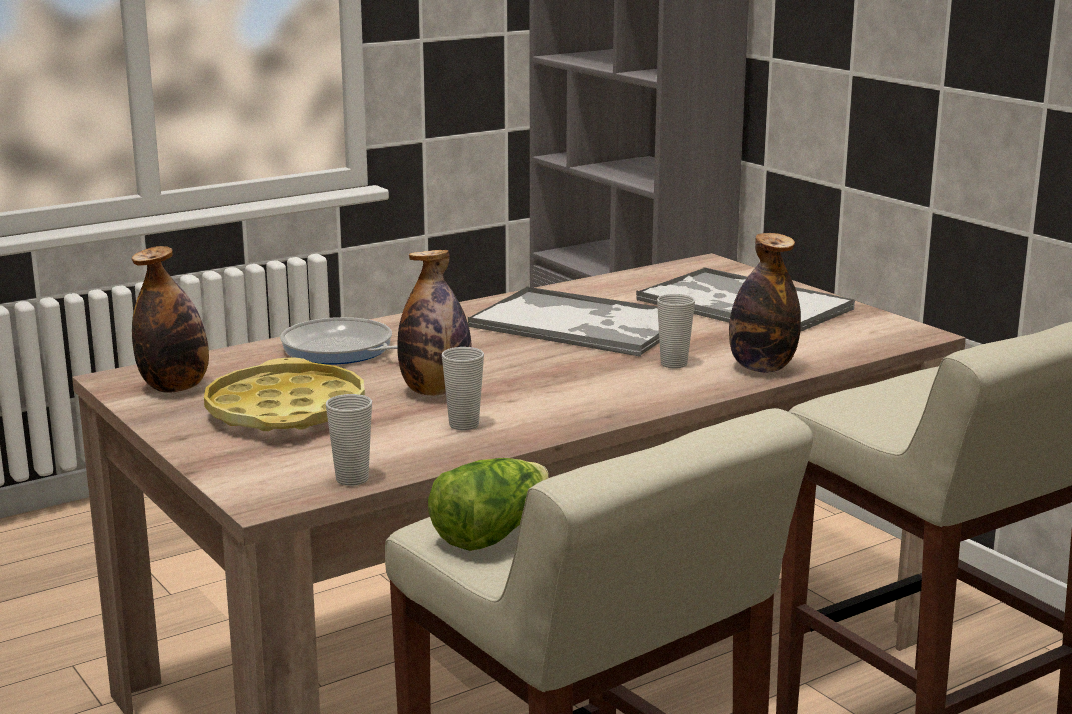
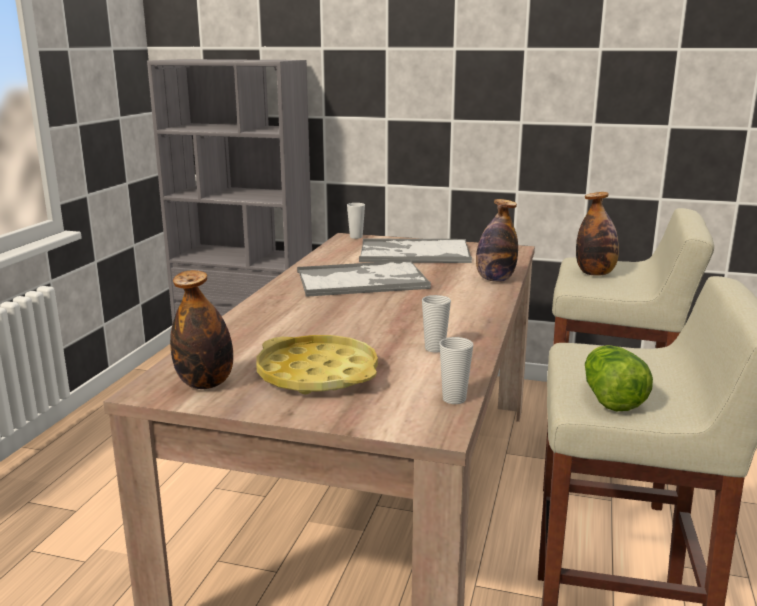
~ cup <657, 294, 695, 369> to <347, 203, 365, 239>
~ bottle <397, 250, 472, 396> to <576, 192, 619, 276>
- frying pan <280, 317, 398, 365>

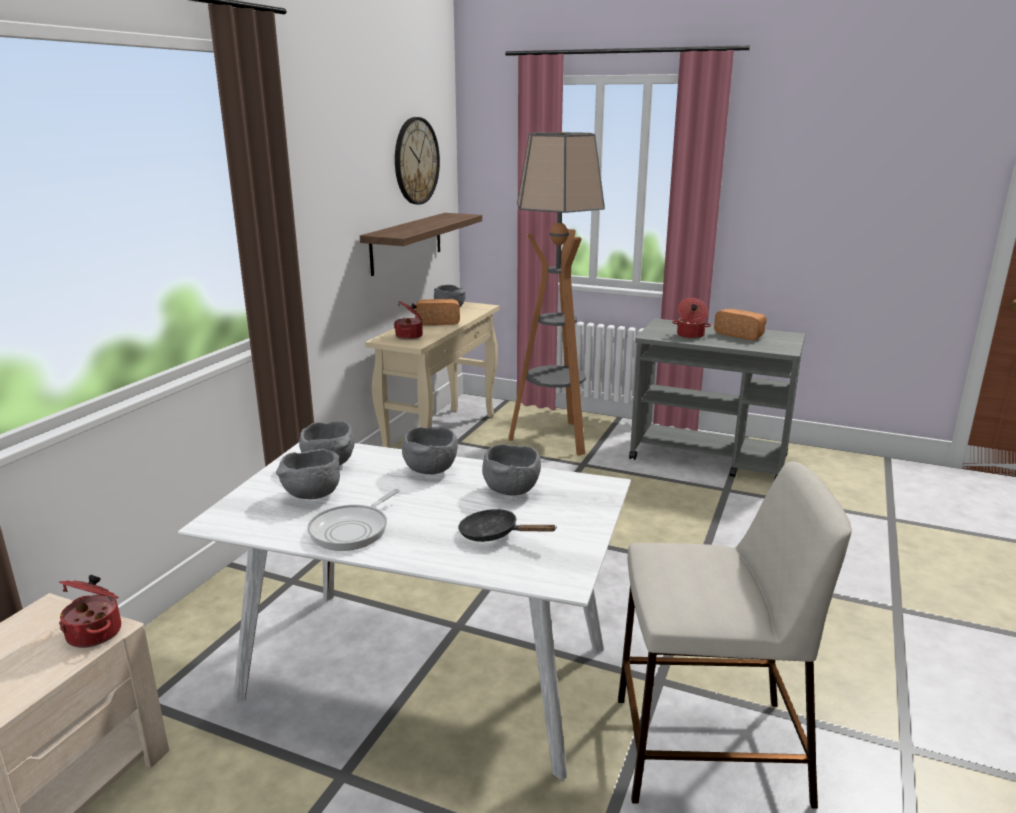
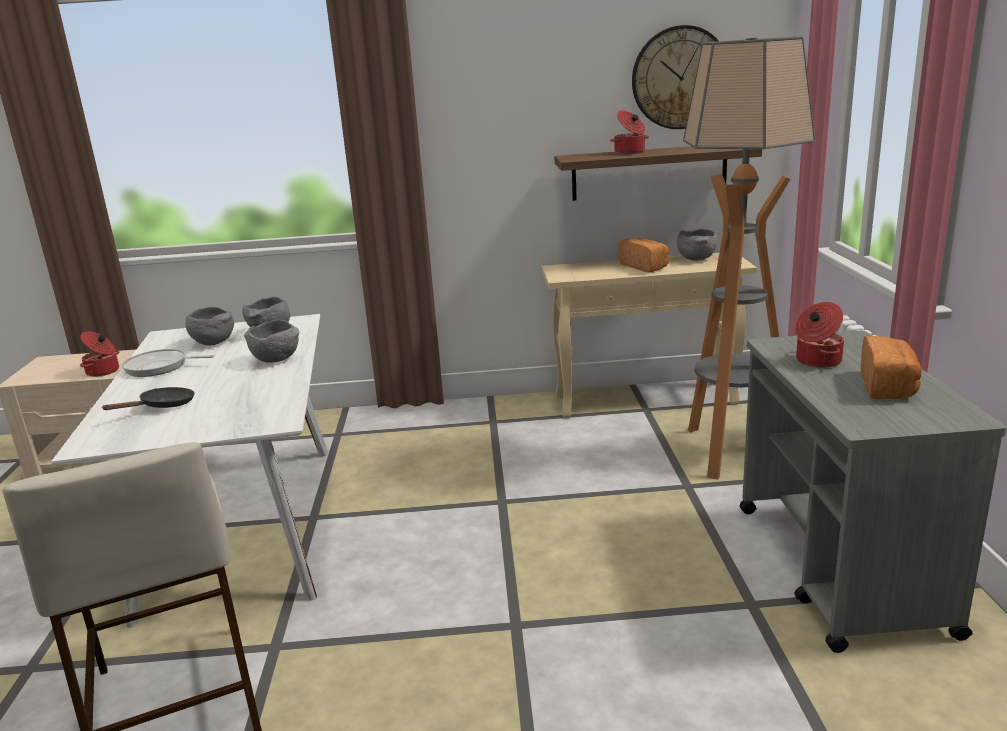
~ black frying pan <458, 509, 557, 542> = <101, 387, 195, 410> 45 degrees clockwise
~ cooking pot <394, 301, 423, 339> to <610, 110, 649, 154>
- grey bowl <482, 444, 541, 496>

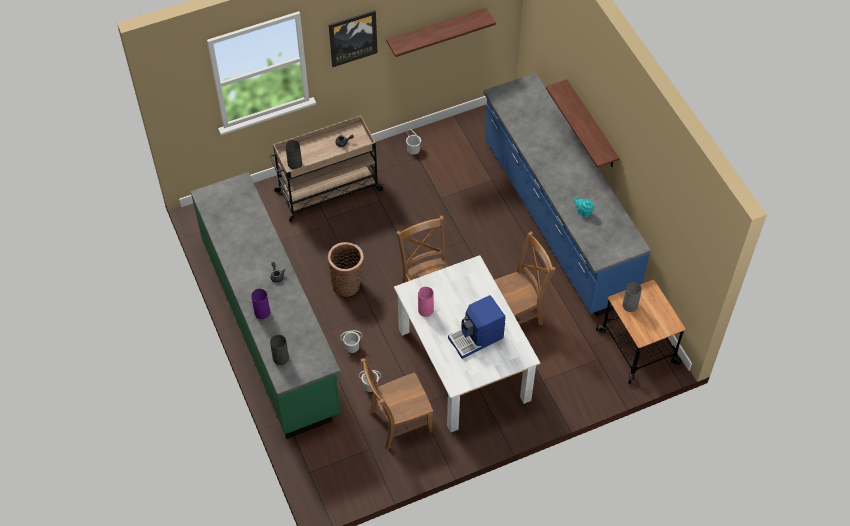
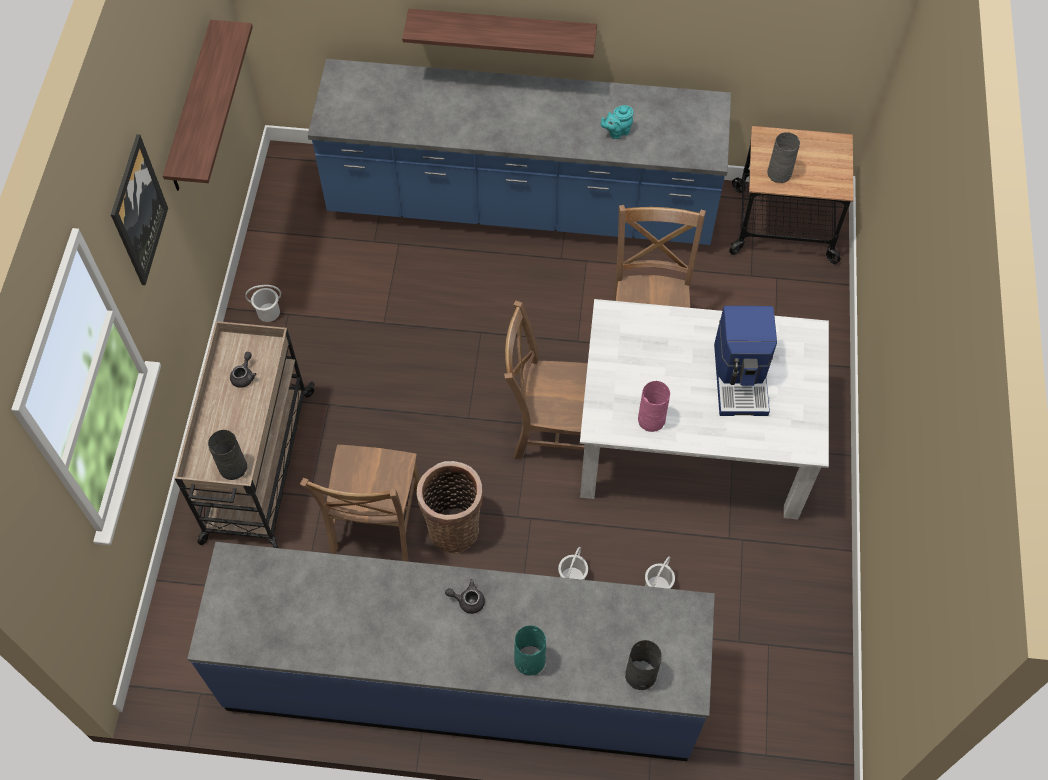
~ green counter <191, 172, 341, 439> to blue counter <187, 542, 715, 761>
~ brown chair <361, 358, 433, 450> to <300, 445, 419, 562>
~ purple vase <251, 289, 270, 319> to turquoise vase <514, 625, 546, 676>

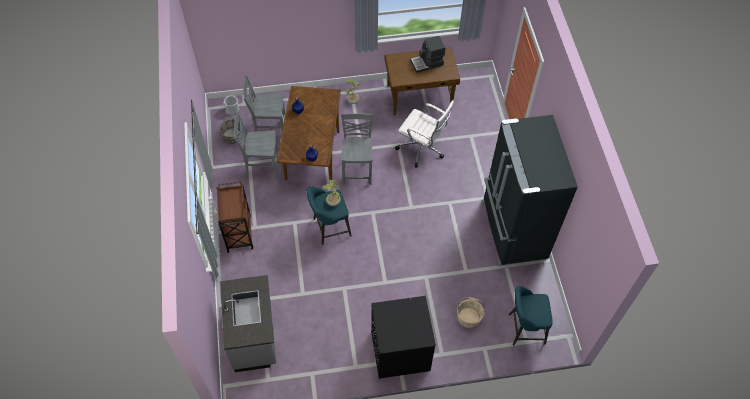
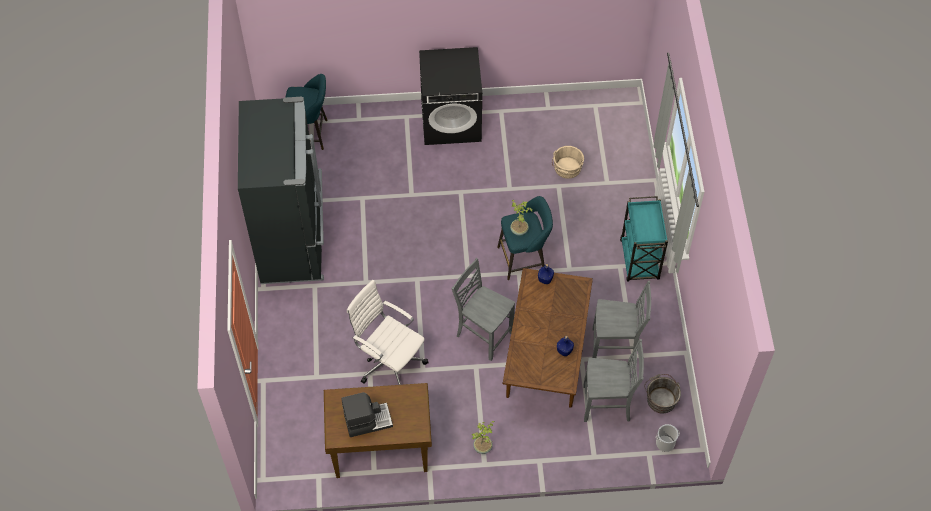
~ grey chair <341, 113, 373, 185> = <452, 258, 515, 361> 120 degrees clockwise
~ beige bucket <457, 297, 485, 328> to <552, 146, 584, 179>
~ brown cart <216, 182, 253, 253> to turquoise cart <620, 196, 668, 282>
- grey counter <220, 275, 276, 372>

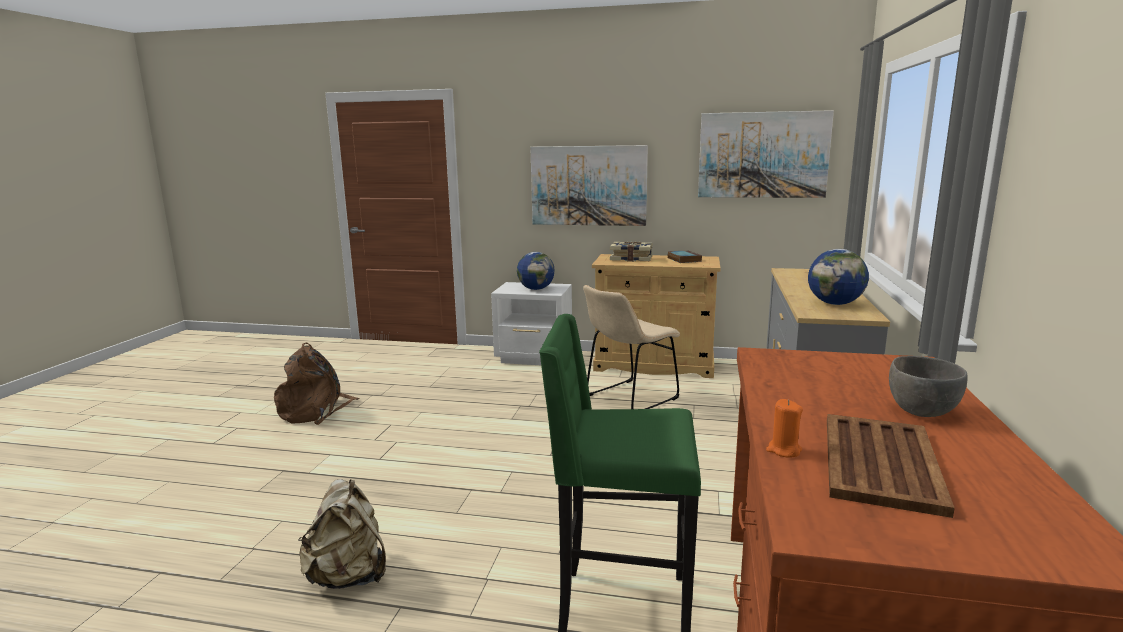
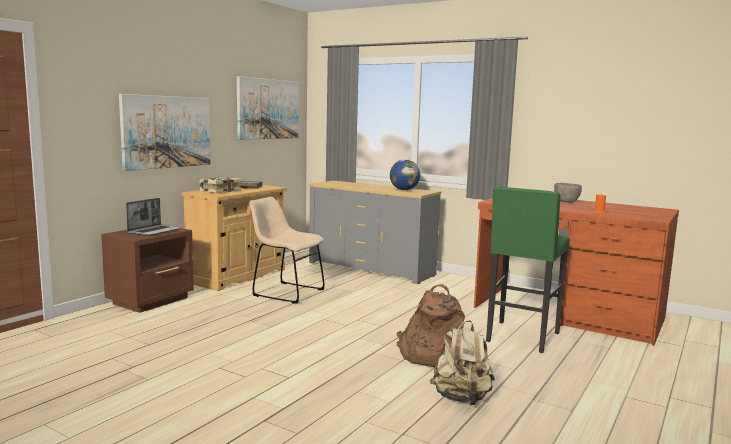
~ white nightstand <491, 282, 572, 365> to brown nightstand <101, 224, 194, 313>
~ globe <517, 252, 555, 290> to laptop <126, 198, 181, 236>
~ beige chair <583, 285, 680, 409> = <249, 197, 324, 304> 135 degrees clockwise
~ brown backpack <274, 342, 360, 425> to <396, 284, 465, 367>
- brown tray <827, 414, 955, 518>

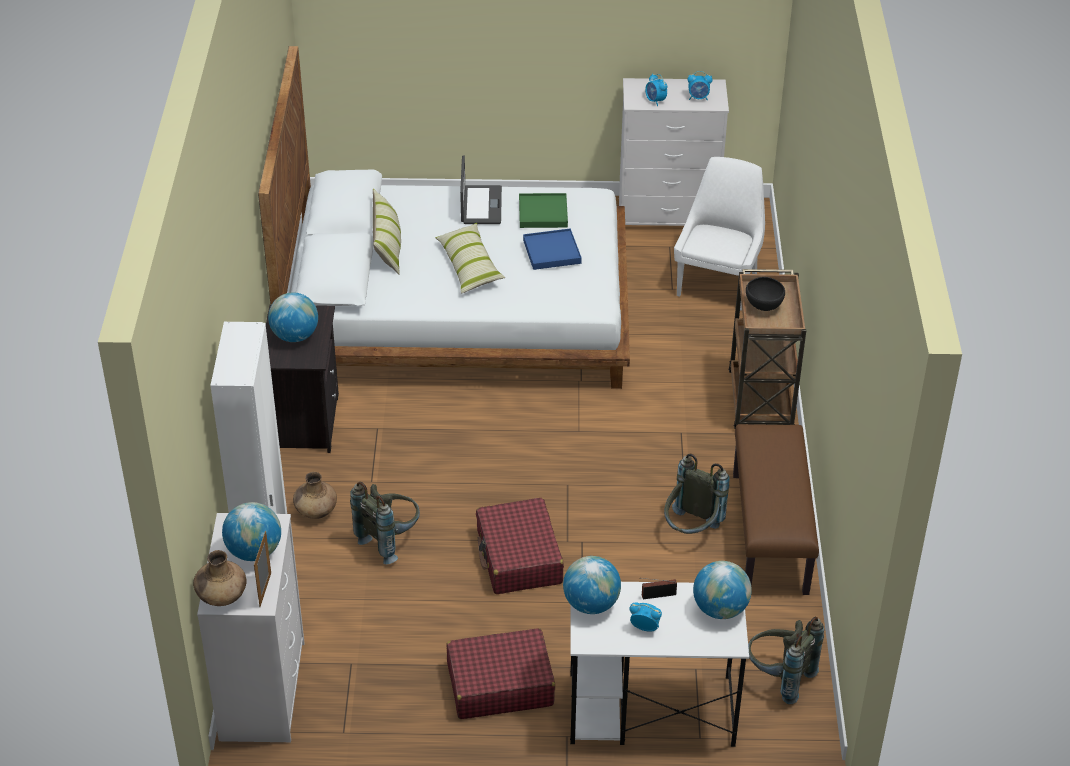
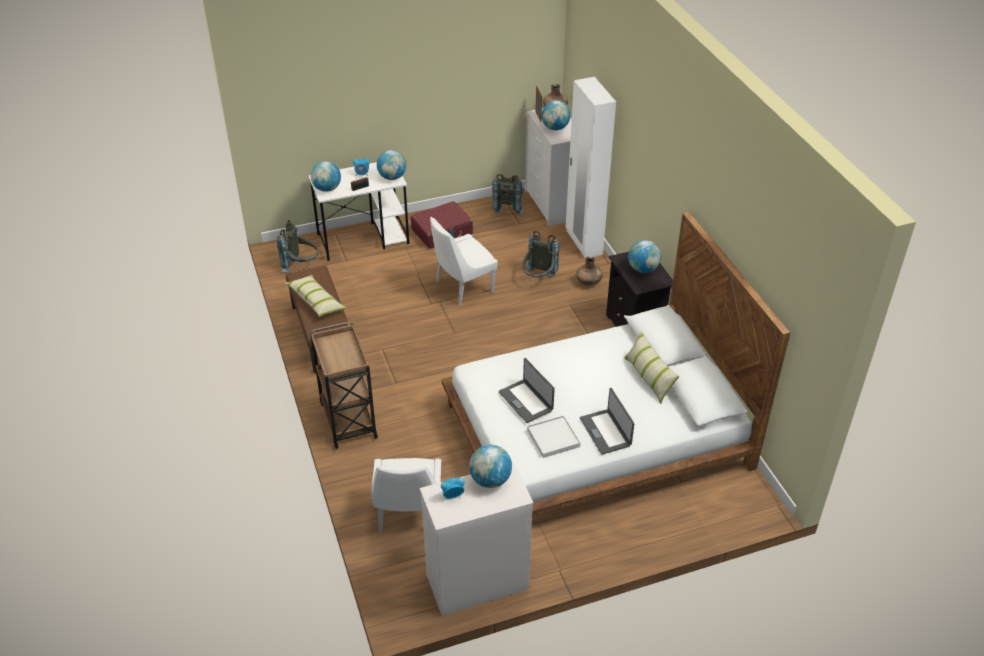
~ pillow <436, 223, 505, 293> to <284, 275, 346, 317>
~ red suitcase <476, 498, 564, 594> to white chair <430, 217, 497, 306>
~ alarm clock <645, 74, 668, 106> to globe <469, 445, 512, 488>
~ grey backpack <664, 454, 730, 534> to <492, 174, 523, 216>
~ blue tray <523, 228, 582, 270> to laptop <499, 358, 555, 423>
~ green tray <519, 193, 568, 228> to white tray <527, 415, 580, 458>
- black bowl <746, 277, 785, 311>

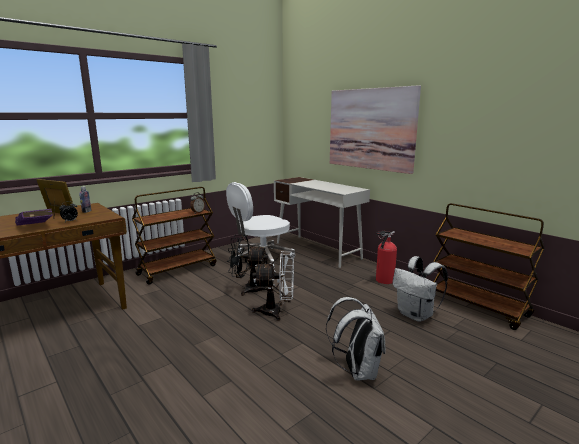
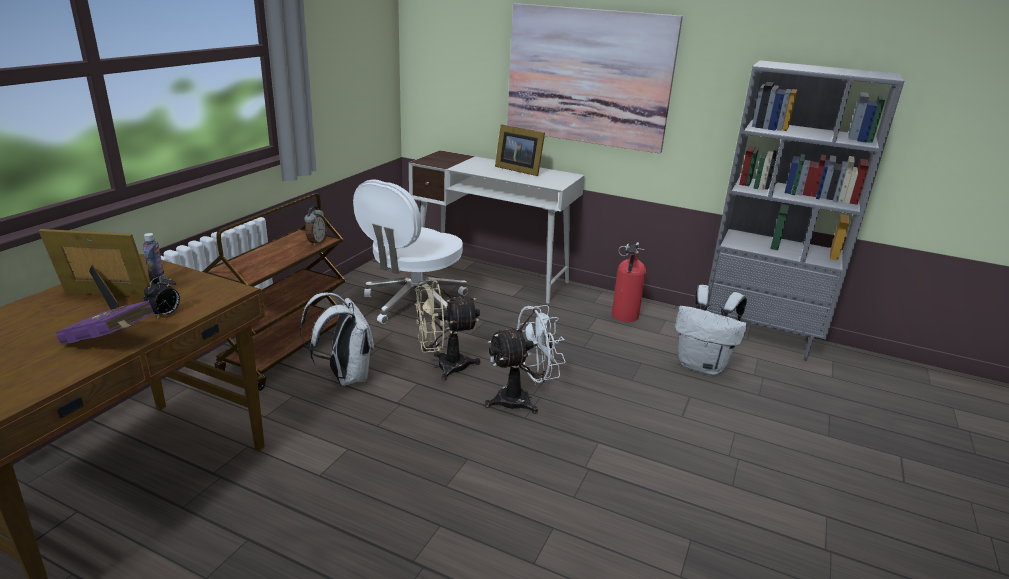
~ white backpack <326, 297, 386, 380> to <300, 292, 374, 386>
~ black fan <227, 235, 268, 296> to beige fan <415, 280, 480, 381>
+ picture frame <495, 125, 545, 176>
~ brown cart <433, 203, 545, 330> to grey bookcase <706, 60, 904, 361>

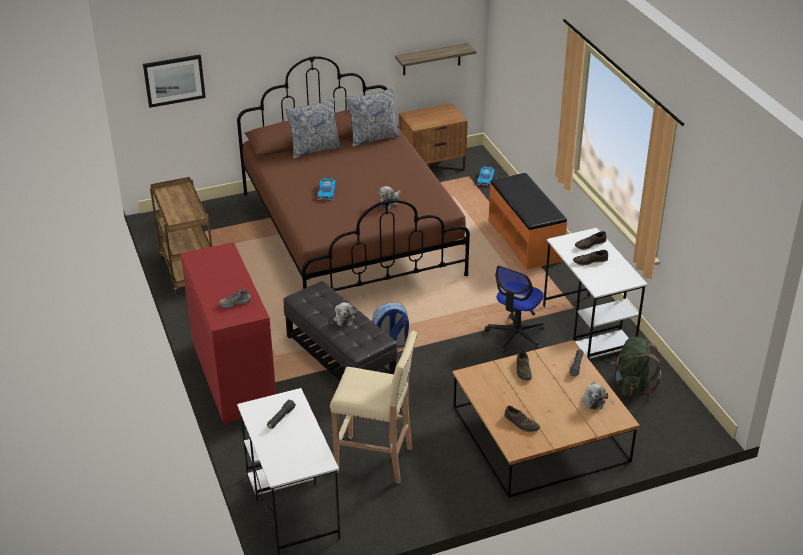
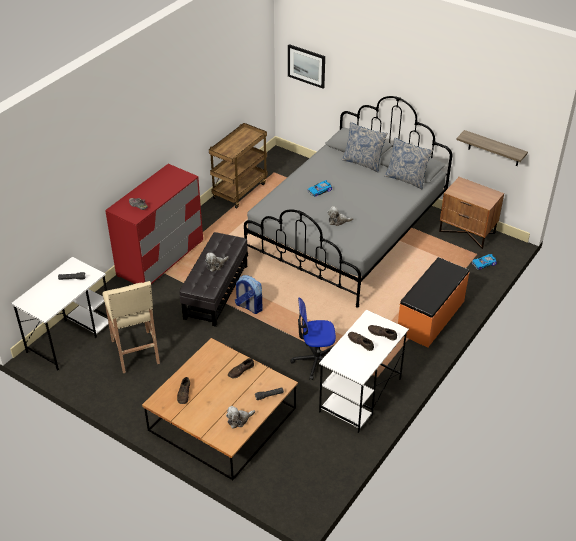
~ brown bed <237, 56, 470, 291> to grey bed <244, 96, 452, 308>
- green backpack <611, 337, 661, 397>

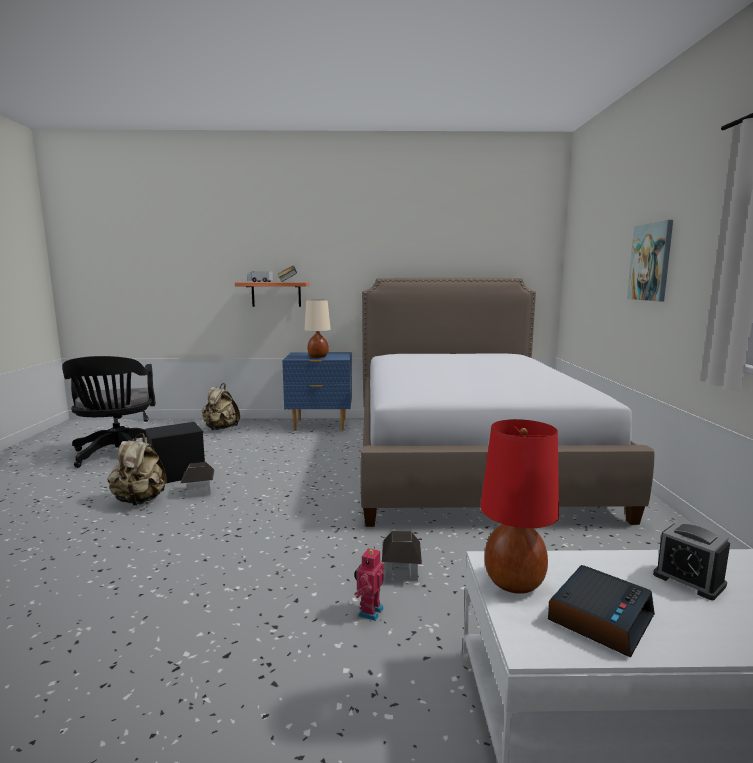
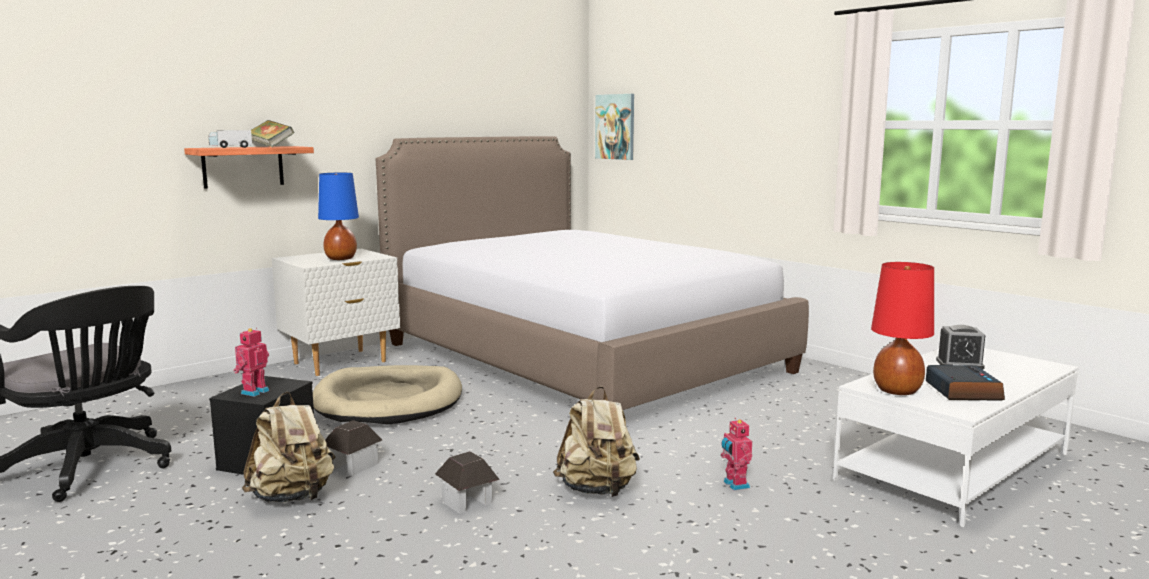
+ toy robot <234, 328, 269, 397>
~ blue nightstand <282, 352, 352, 431> to white nightstand <272, 249, 400, 376>
+ beige dog bed <313, 365, 462, 425>
~ beige table lamp <305, 300, 331, 358> to blue table lamp <318, 173, 359, 260>
~ toy house <382, 531, 422, 581> to <435, 451, 500, 514>
~ beige backpack <202, 383, 240, 430> to <553, 386, 640, 497>
~ picture <627, 220, 673, 301> to <595, 94, 634, 160>

